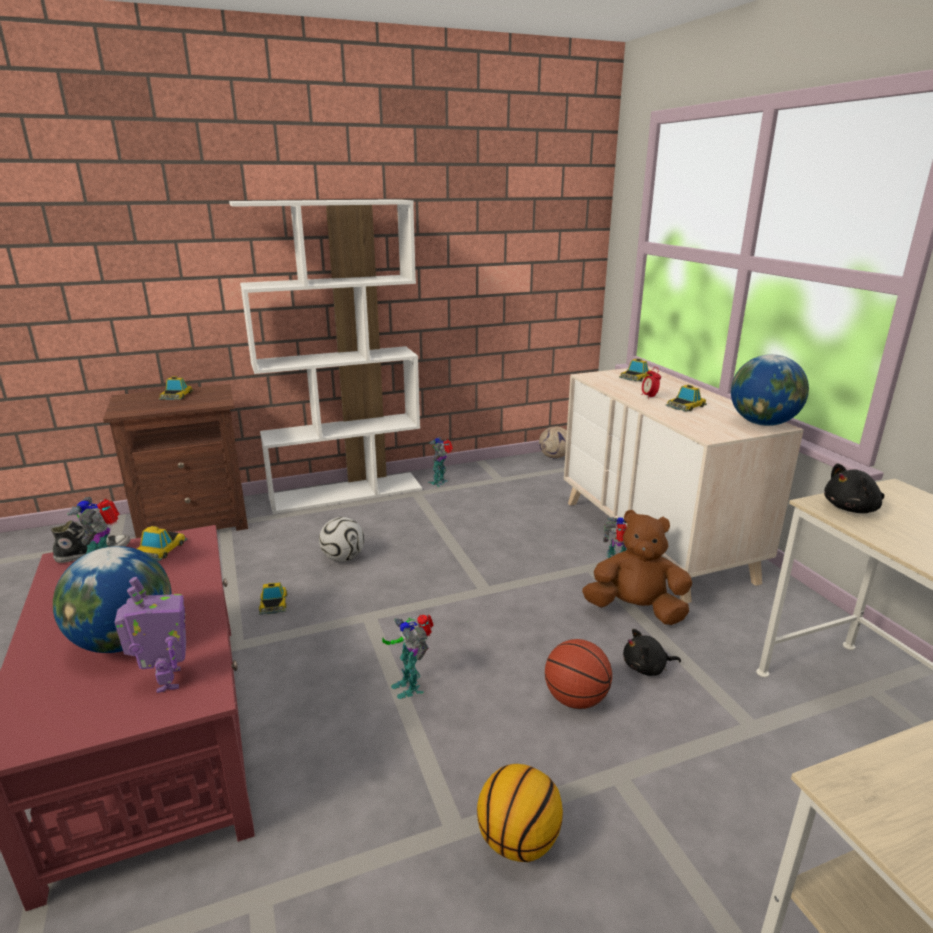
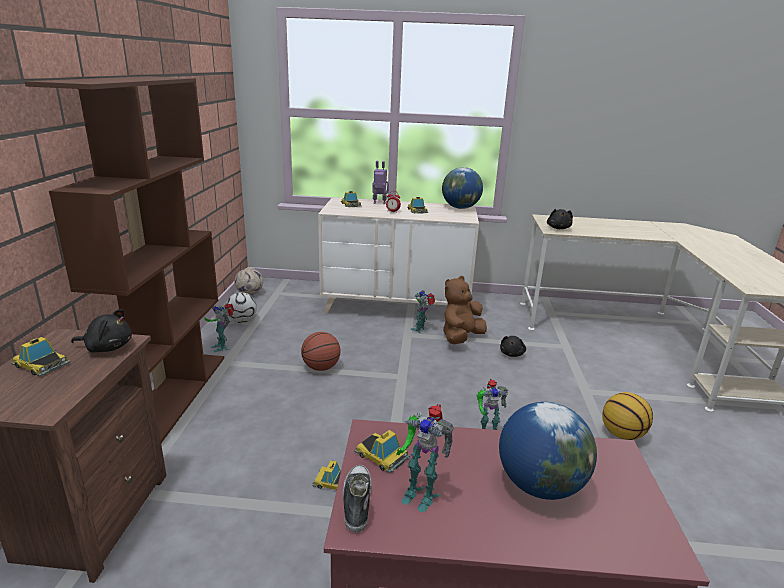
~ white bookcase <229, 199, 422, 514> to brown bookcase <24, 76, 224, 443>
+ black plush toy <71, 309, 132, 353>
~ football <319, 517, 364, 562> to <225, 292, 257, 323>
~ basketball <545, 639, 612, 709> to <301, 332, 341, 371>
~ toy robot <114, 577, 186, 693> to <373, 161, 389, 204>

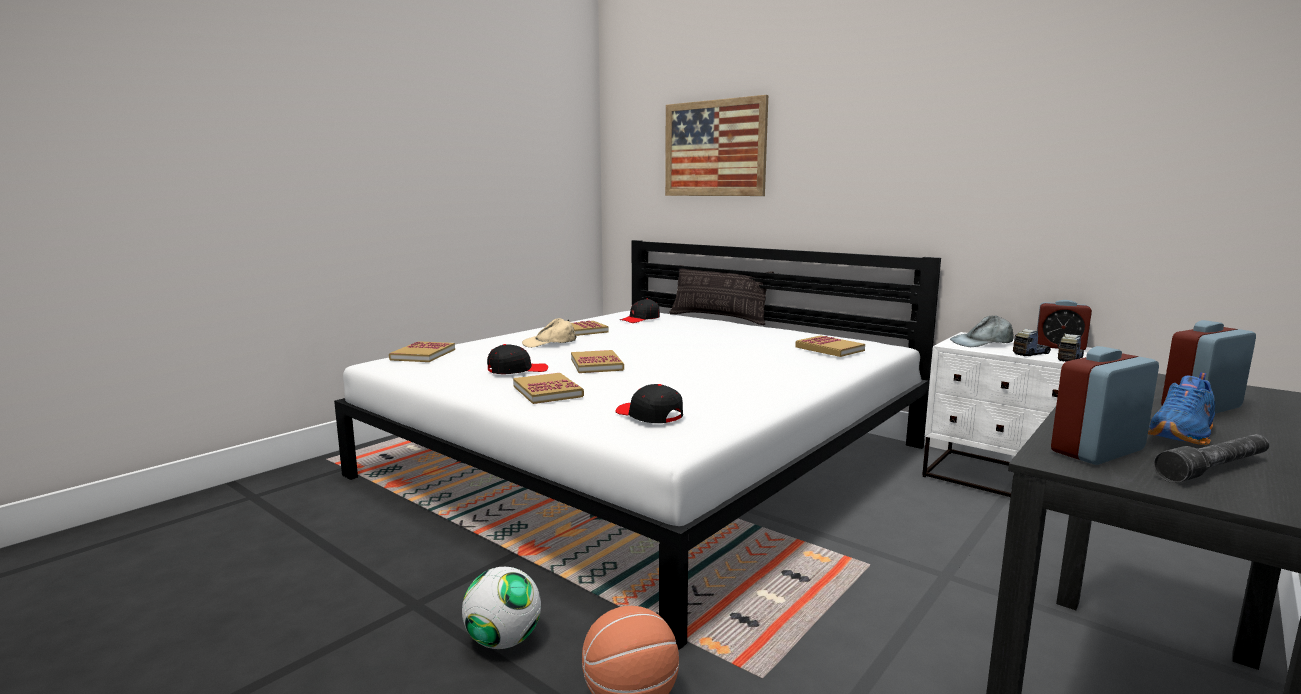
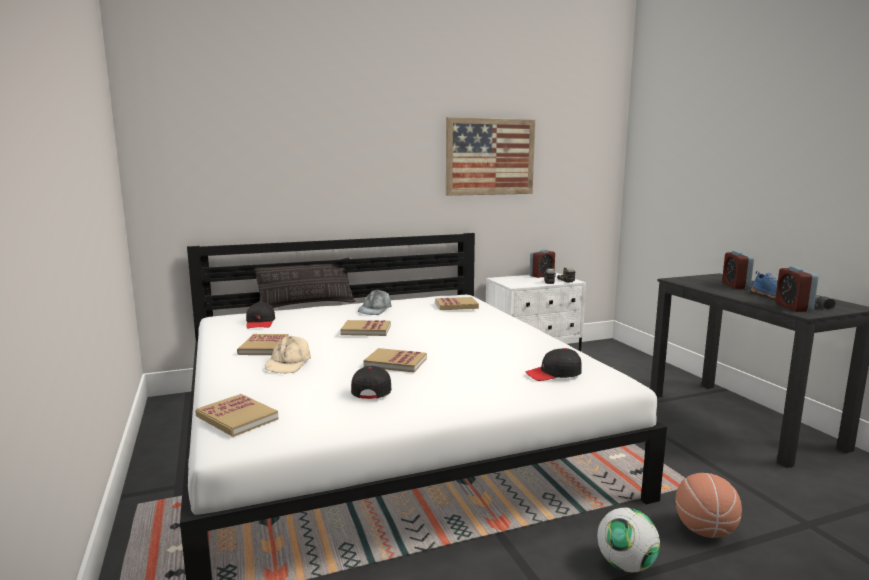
~ book <513, 373, 584, 404> to <340, 320, 391, 336>
~ grey cap <950, 315, 1014, 347> to <358, 290, 392, 315>
~ picture <665, 95, 768, 196> to <446, 117, 535, 196>

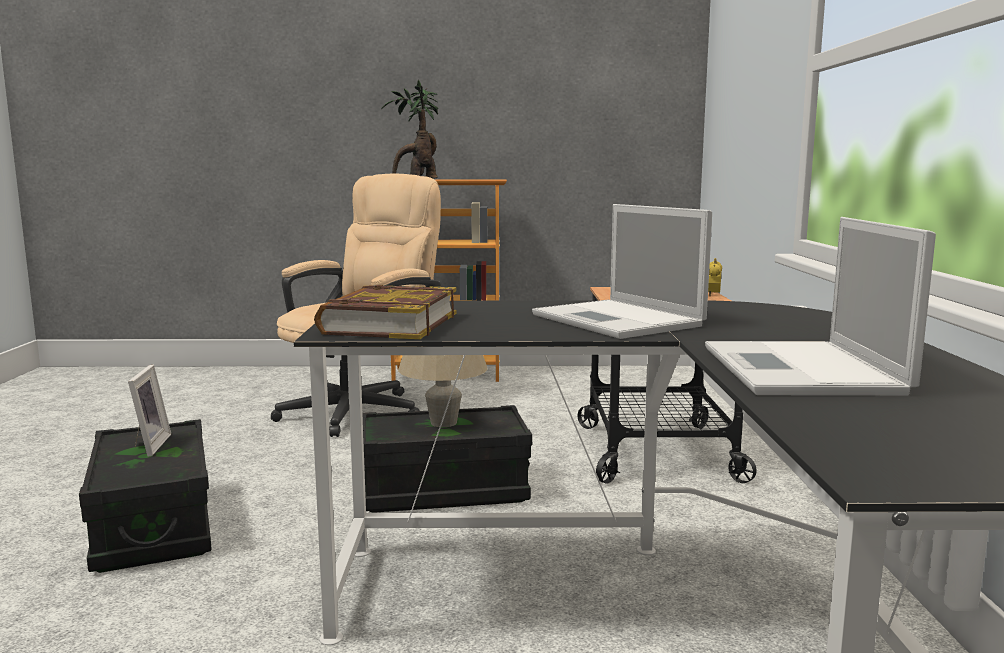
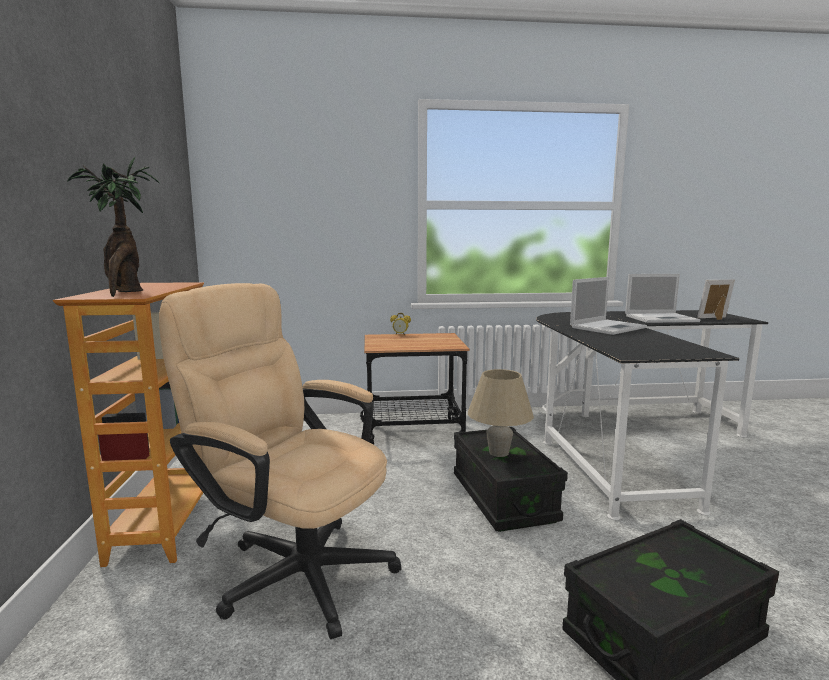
~ picture frame <128, 365, 171, 457> to <697, 279, 735, 320>
- book <314, 285, 456, 339>

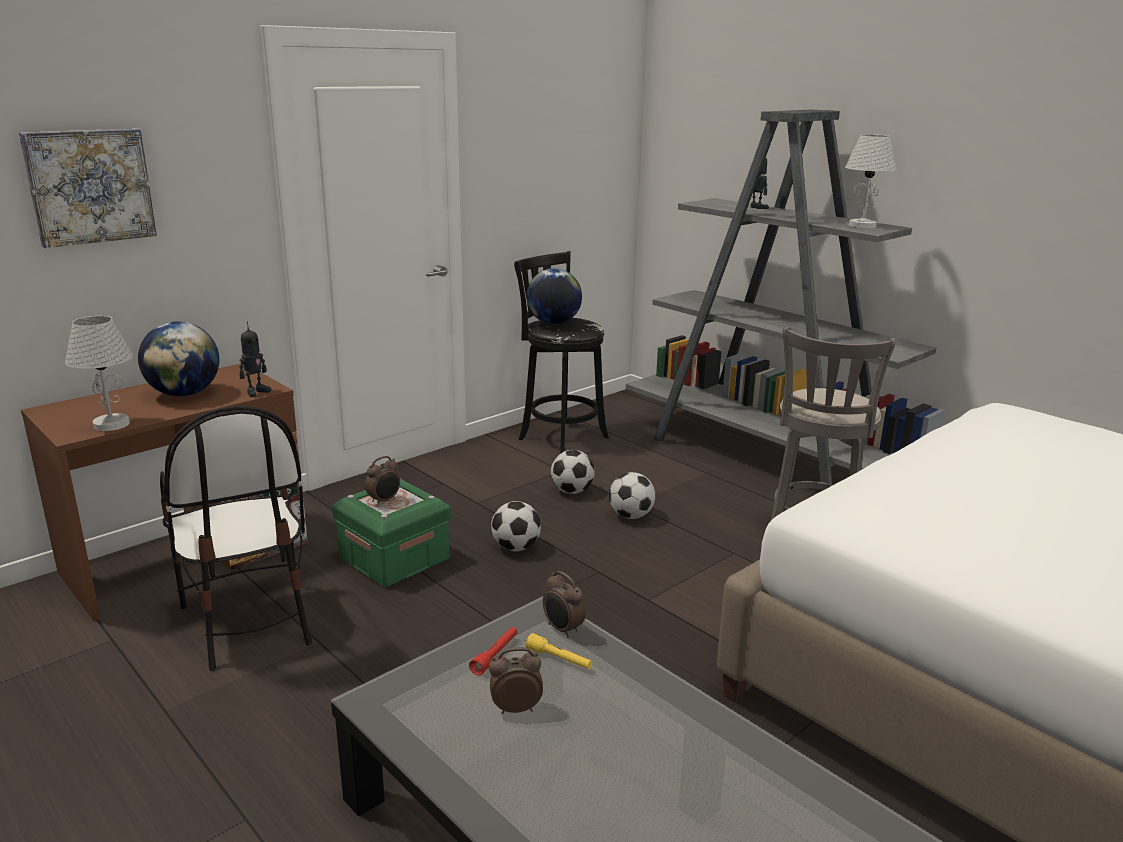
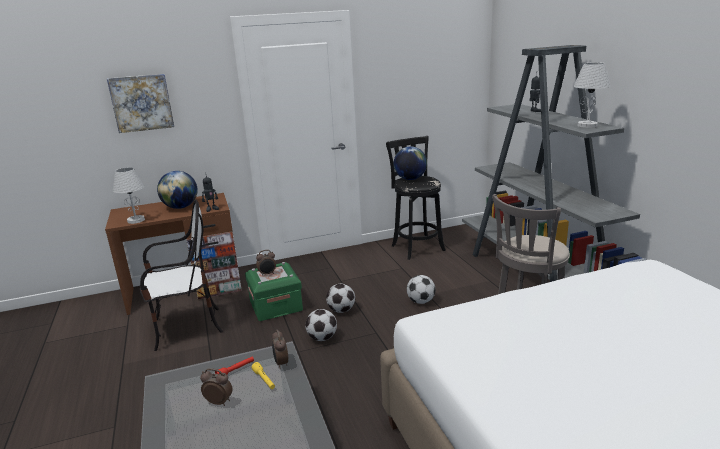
~ chair <160, 406, 312, 671> = <140, 200, 223, 351> 105 degrees counterclockwise
~ football <551, 450, 595, 494> to <305, 309, 337, 341>

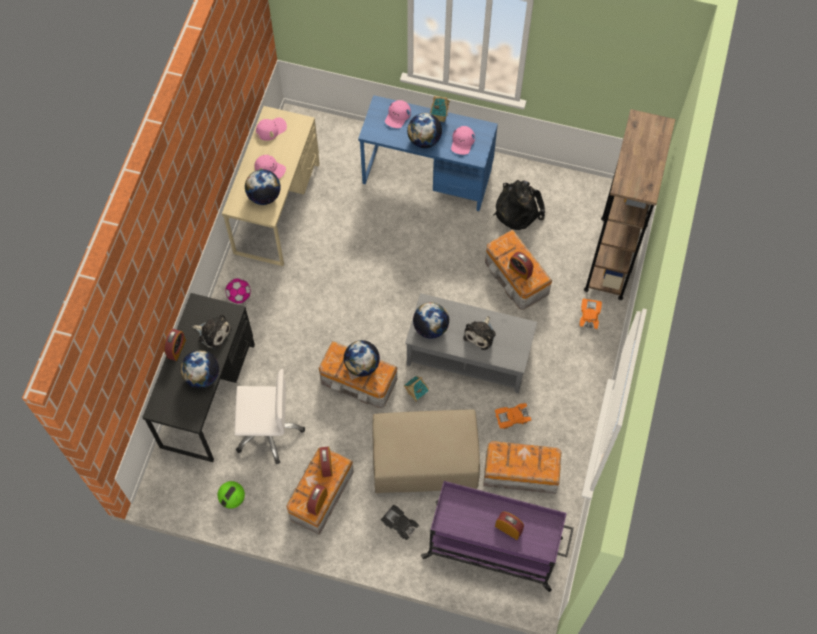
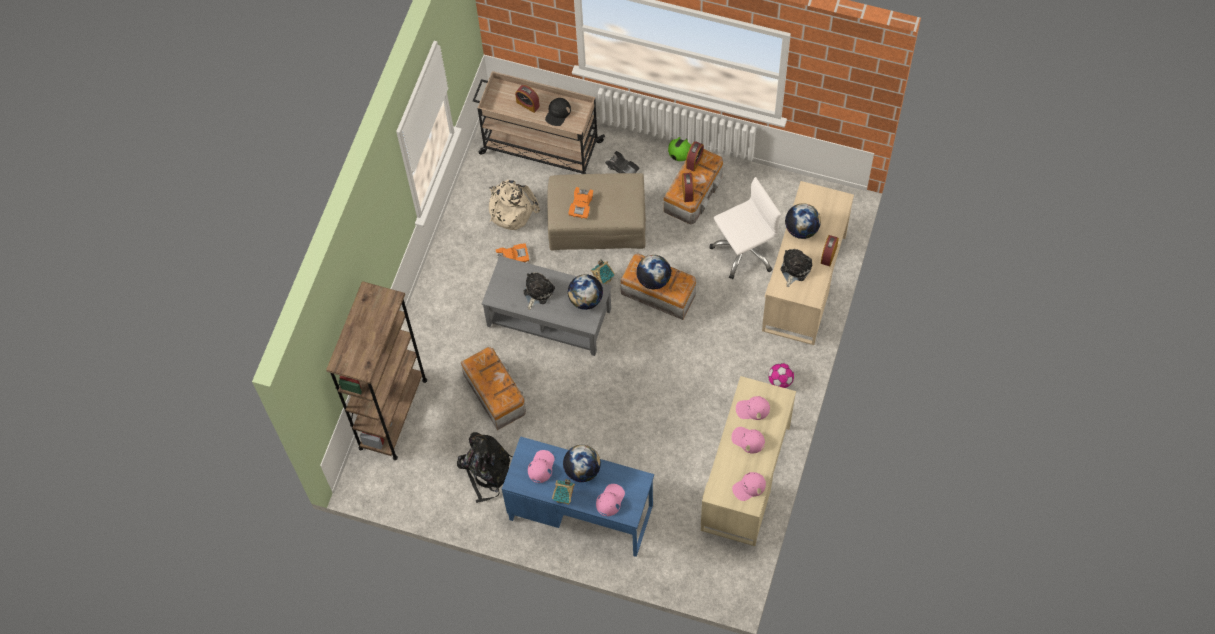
~ purple cart <421, 481, 574, 592> to beige cart <473, 71, 605, 174>
~ storage box <483, 441, 561, 494> to beige backpack <489, 180, 540, 230>
+ black cap <545, 98, 571, 126>
~ orange toy car <579, 299, 602, 329> to <569, 187, 593, 219>
~ football <218, 481, 245, 509> to <668, 137, 691, 161>
~ white office chair <234, 369, 305, 464> = <710, 177, 781, 279> 150 degrees clockwise
~ globe <245, 169, 281, 205> to pink cap <736, 396, 770, 420>
~ black desk <142, 293, 255, 462> to beige desk <762, 181, 854, 345>
~ plush toy <192, 314, 232, 349> = <781, 249, 812, 287> 90 degrees clockwise
- alarm clock <509, 251, 533, 280>

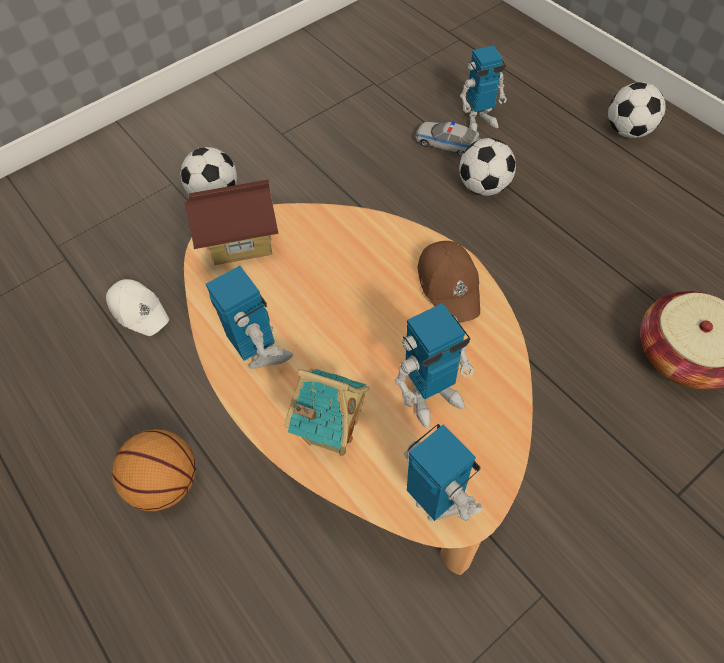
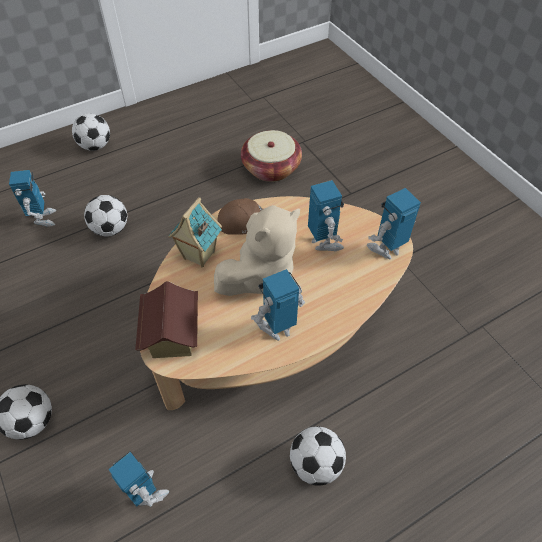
~ white cap <106, 279, 169, 336> to toy robot <108, 451, 169, 507>
~ toy house <284, 368, 369, 456> to <168, 197, 222, 267>
+ beige plush toy <214, 205, 300, 296>
~ basketball <112, 429, 196, 511> to football <290, 426, 346, 486>
- toy car <415, 121, 481, 156>

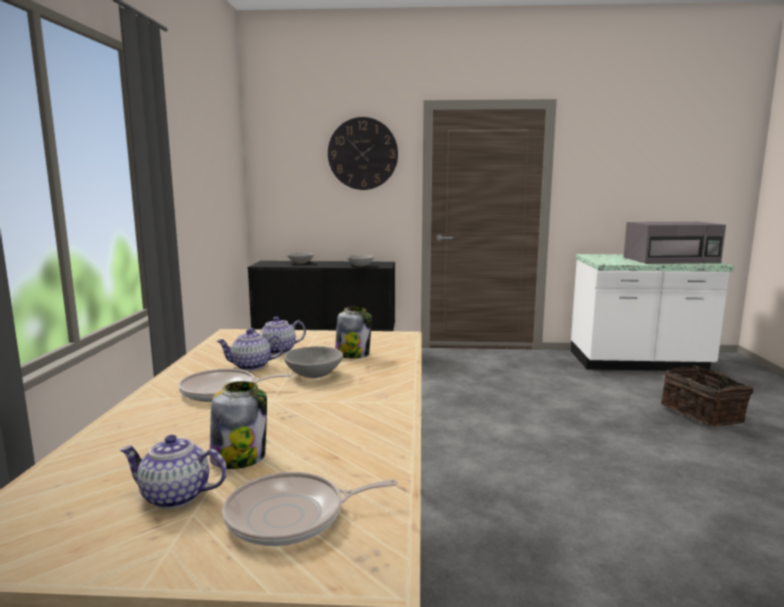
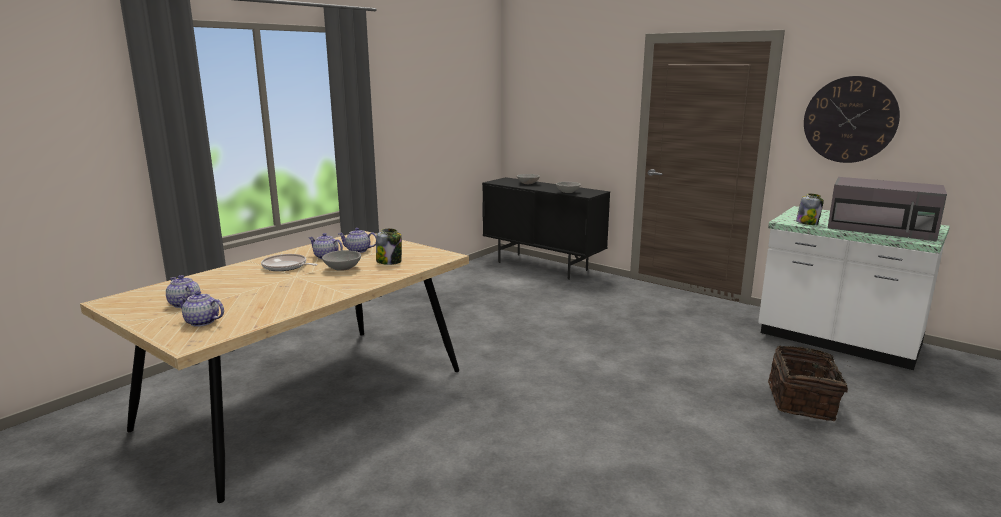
~ frying pan <222, 472, 398, 546> to teapot <176, 291, 224, 327>
~ jar <210, 381, 267, 469> to <796, 193, 824, 225>
~ wall clock <328, 117, 398, 190> to <804, 76, 900, 163>

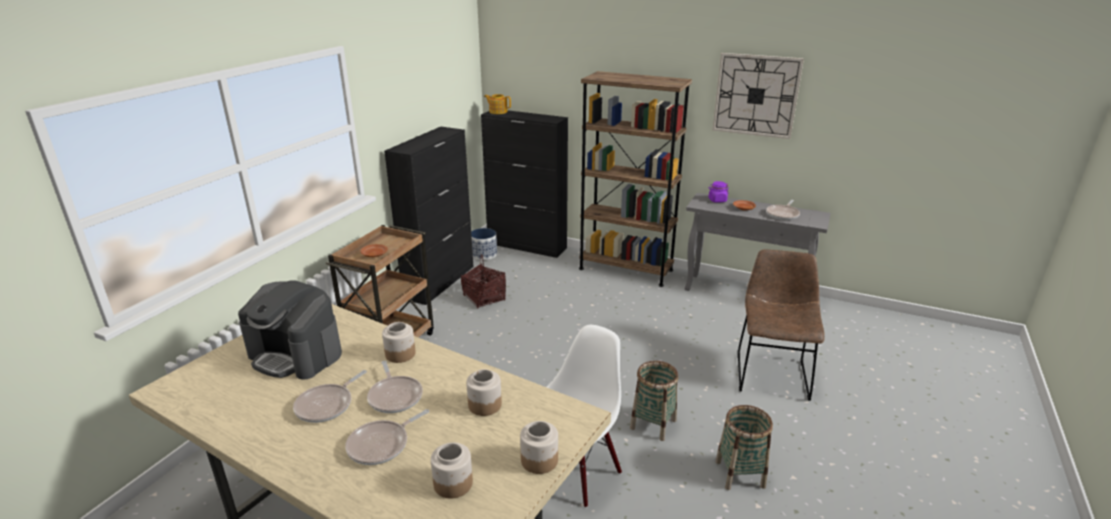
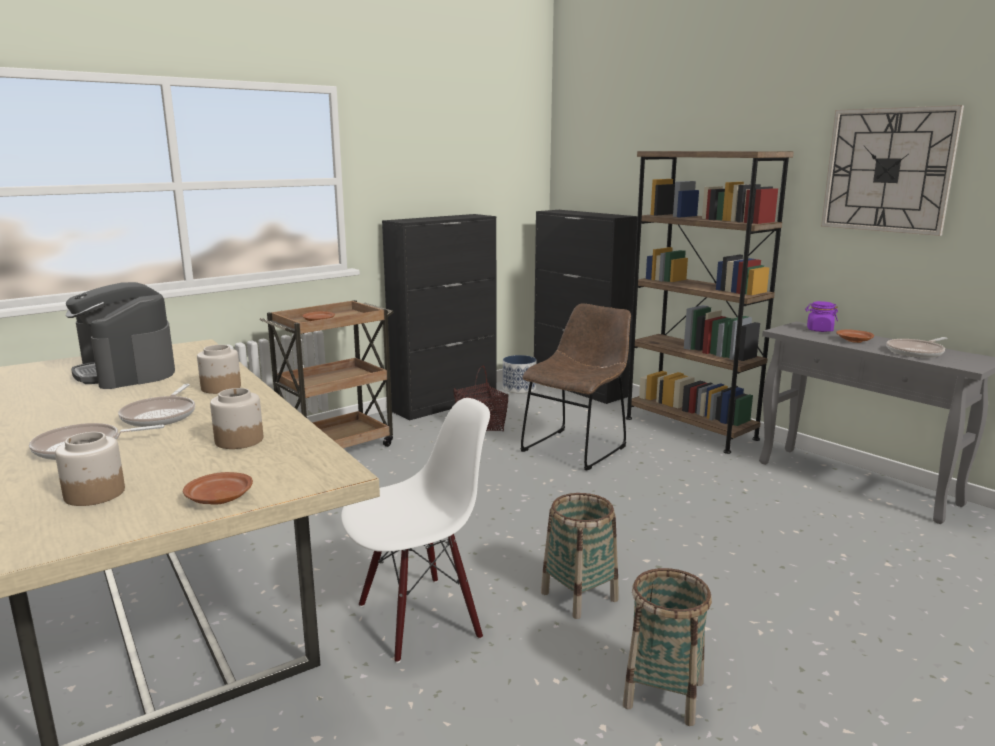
~ jar <520, 421, 558, 474> to brown plate <183, 472, 253, 505>
~ brown chair <737, 249, 825, 401> to <520, 303, 631, 471>
- frying pan <293, 370, 367, 423>
- teapot <484, 94, 511, 114>

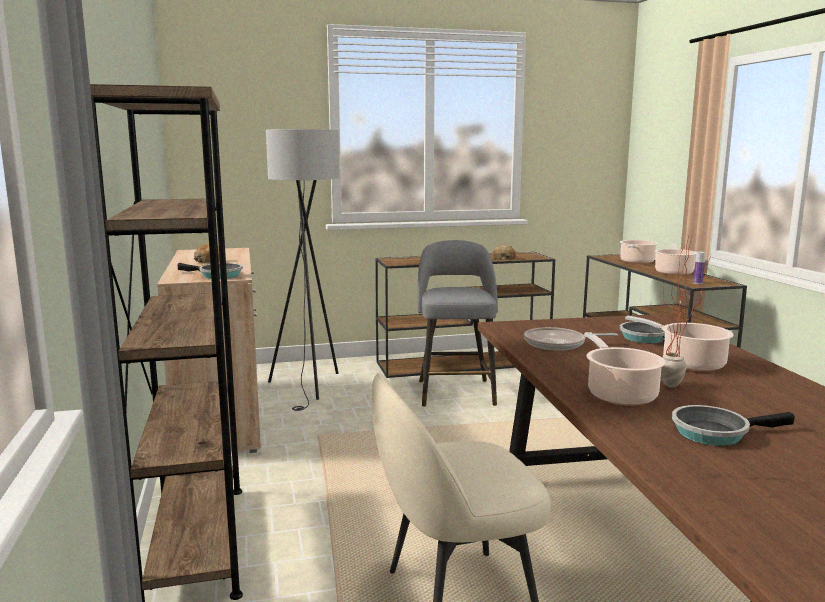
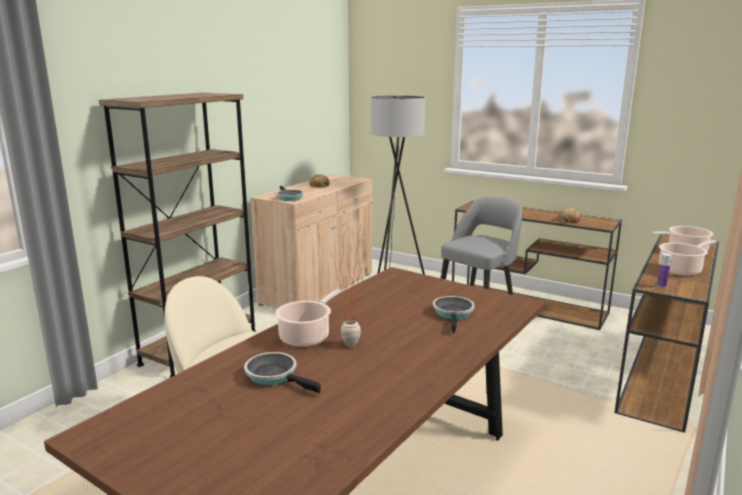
- frying pan <524, 327, 618, 351>
- cooking pot <625, 316, 734, 372>

